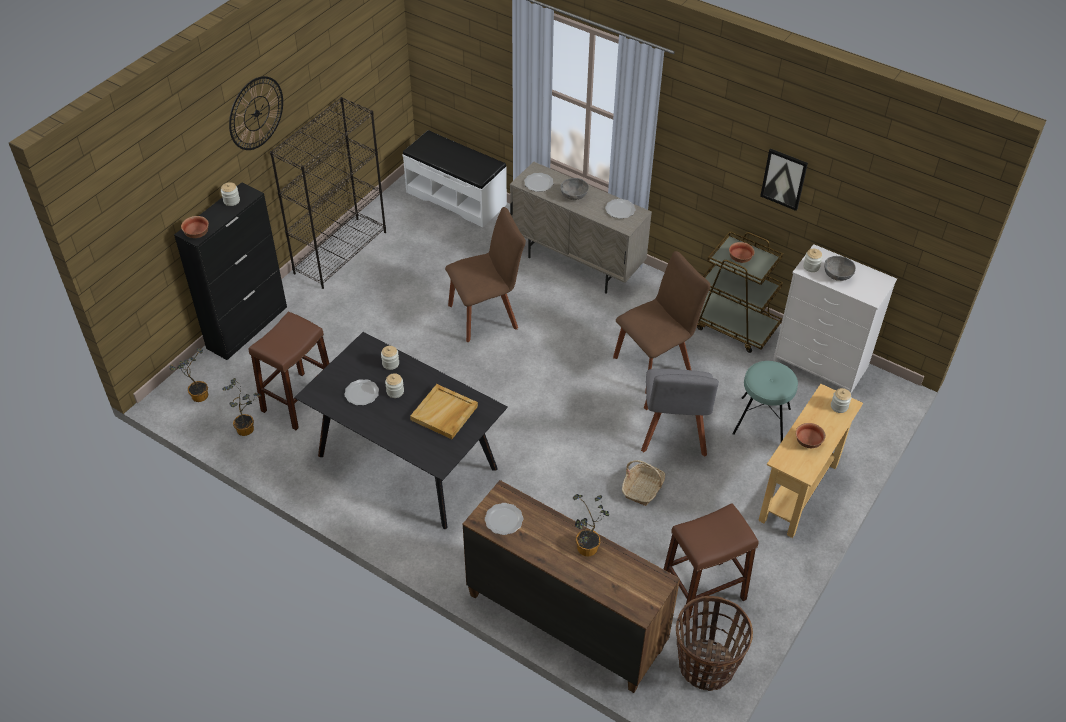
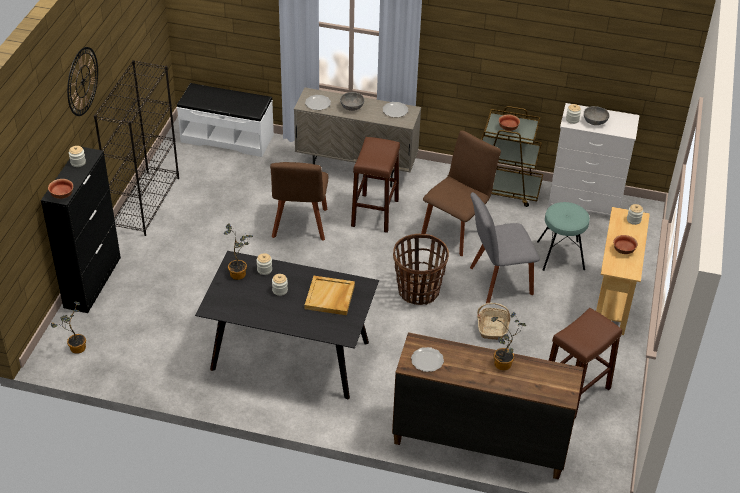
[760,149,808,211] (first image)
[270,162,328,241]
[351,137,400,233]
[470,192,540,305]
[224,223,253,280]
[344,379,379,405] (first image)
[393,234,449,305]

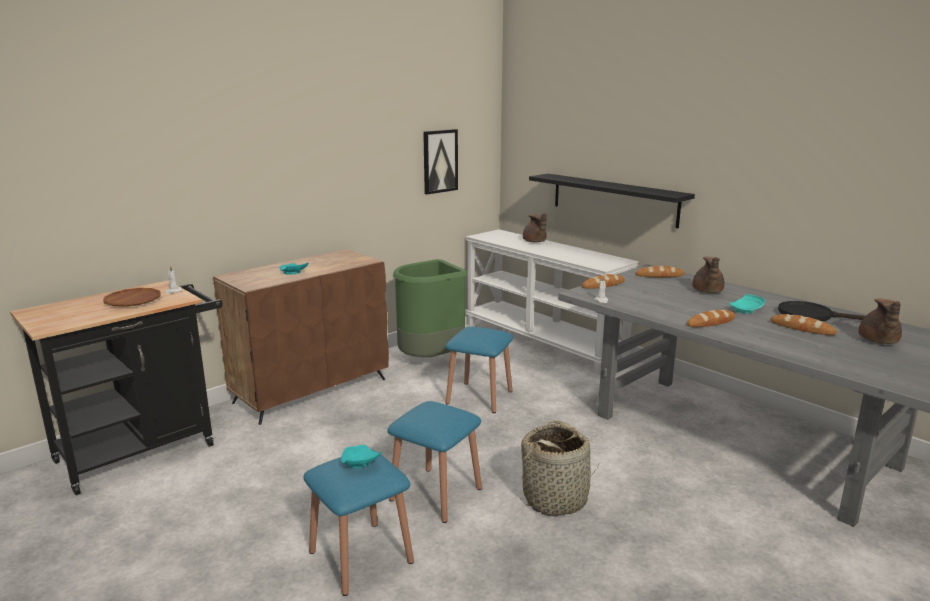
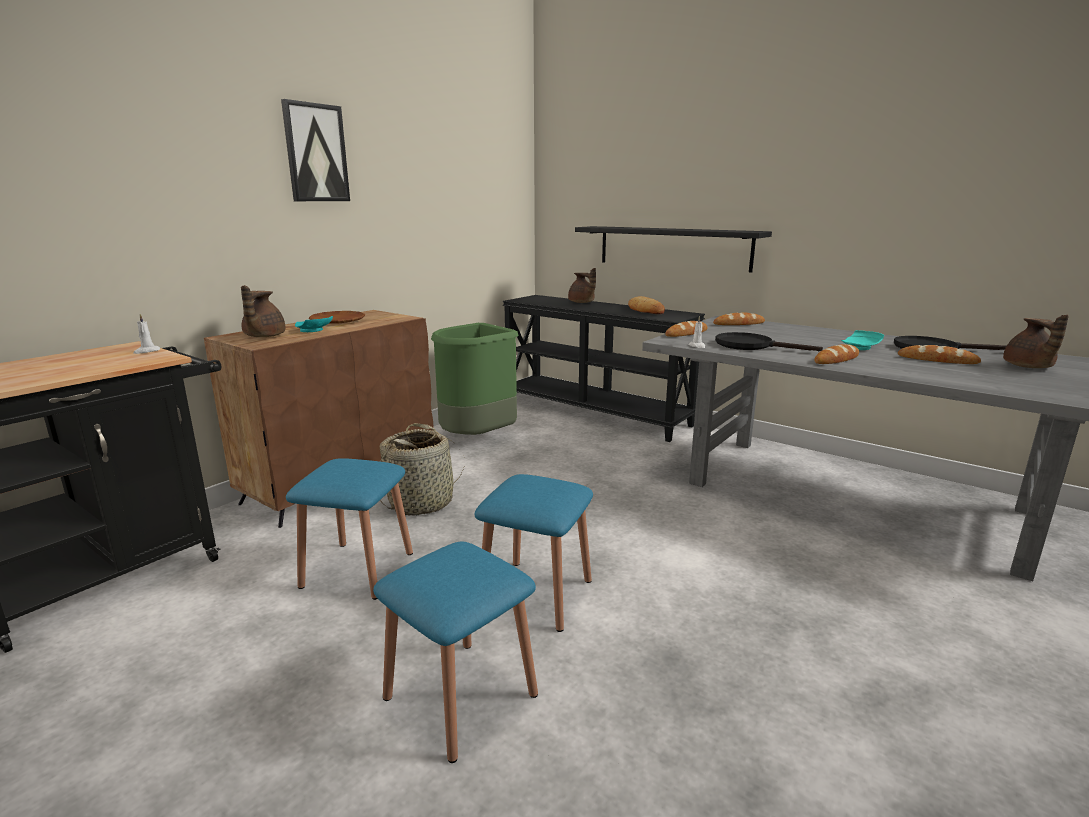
[281,99,350,201]
[503,295,705,442]
[241,285,285,337]
[309,311,365,324]
[286,458,413,600]
[380,423,465,516]
[341,445,381,468] (first image)
[628,296,665,314]
[715,332,823,351]

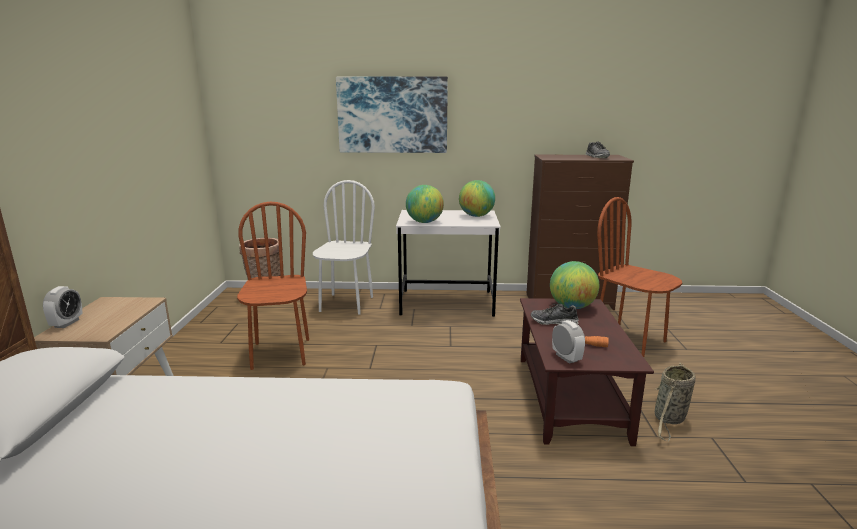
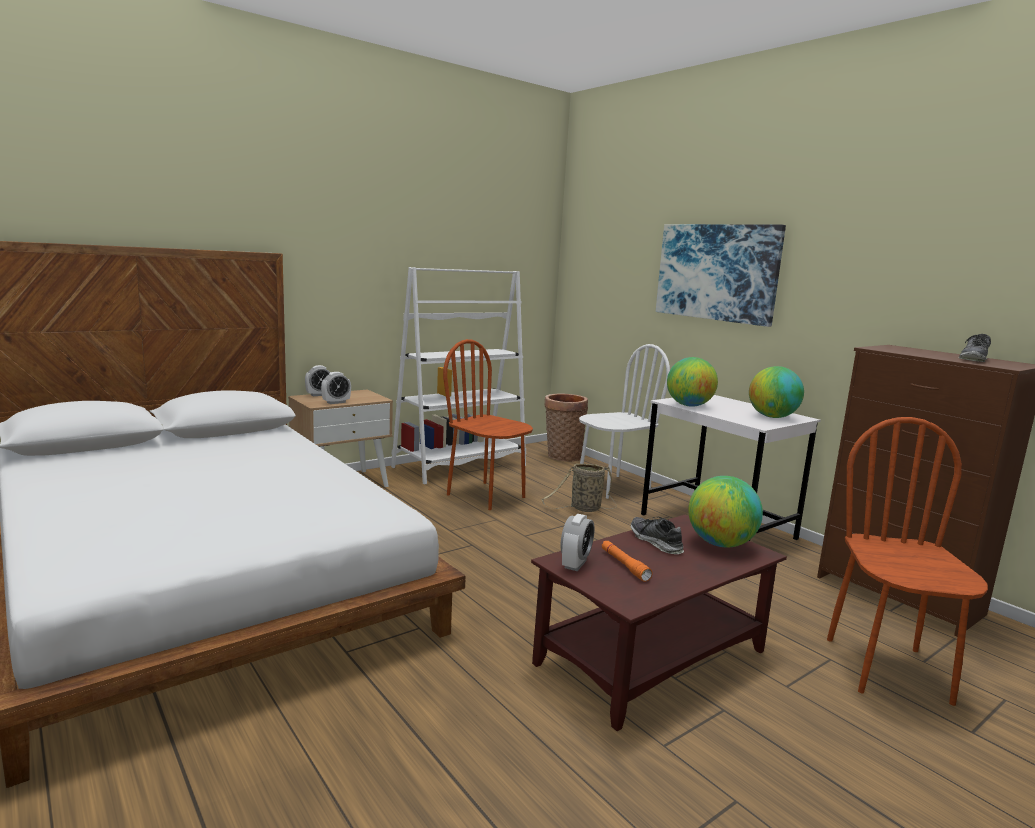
[443,339,533,510]
[542,463,617,512]
[391,267,526,484]
[321,372,351,404]

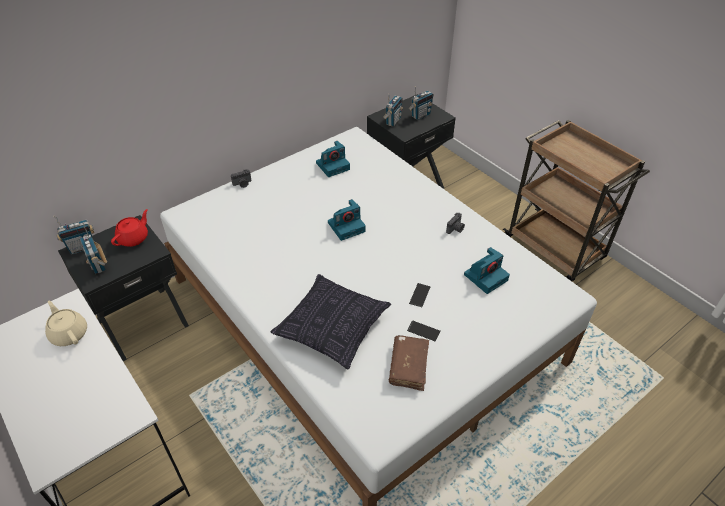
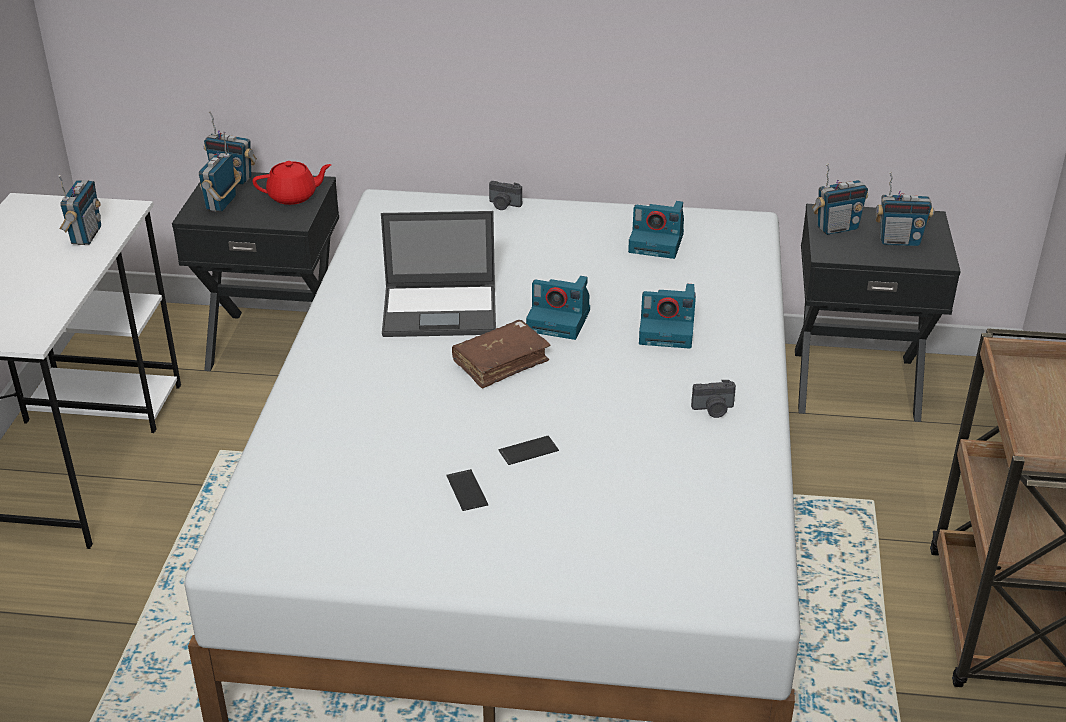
[639,284,696,349]
[271,274,391,370] (first image)
[58,175,101,245]
[452,320,551,389]
[381,211,496,337]

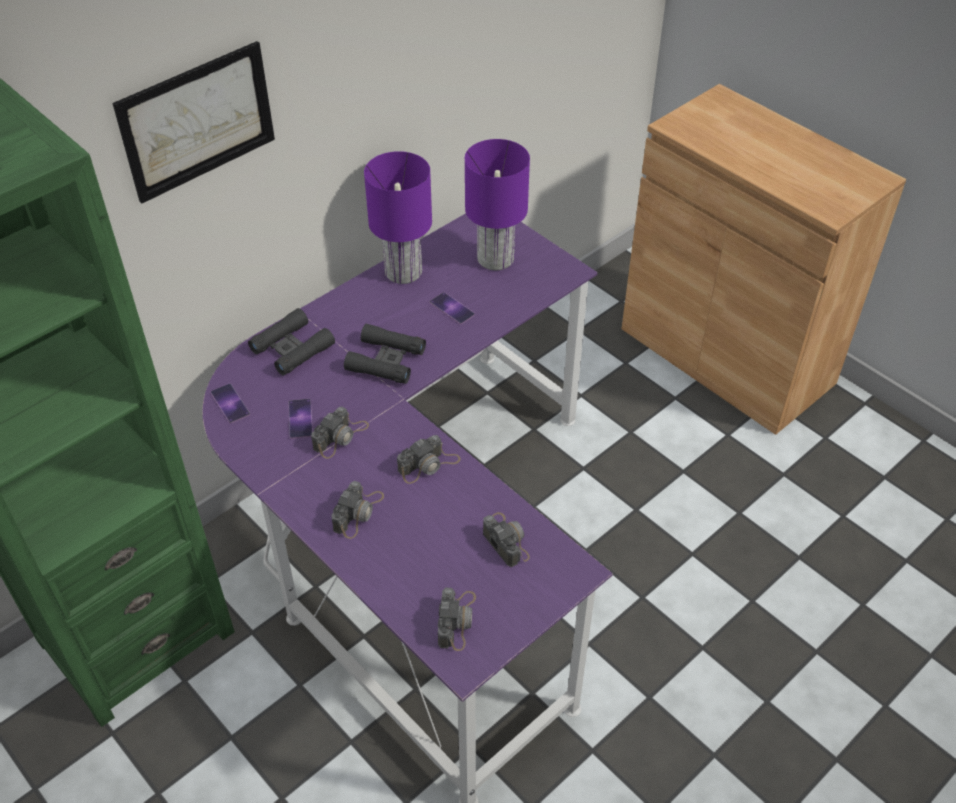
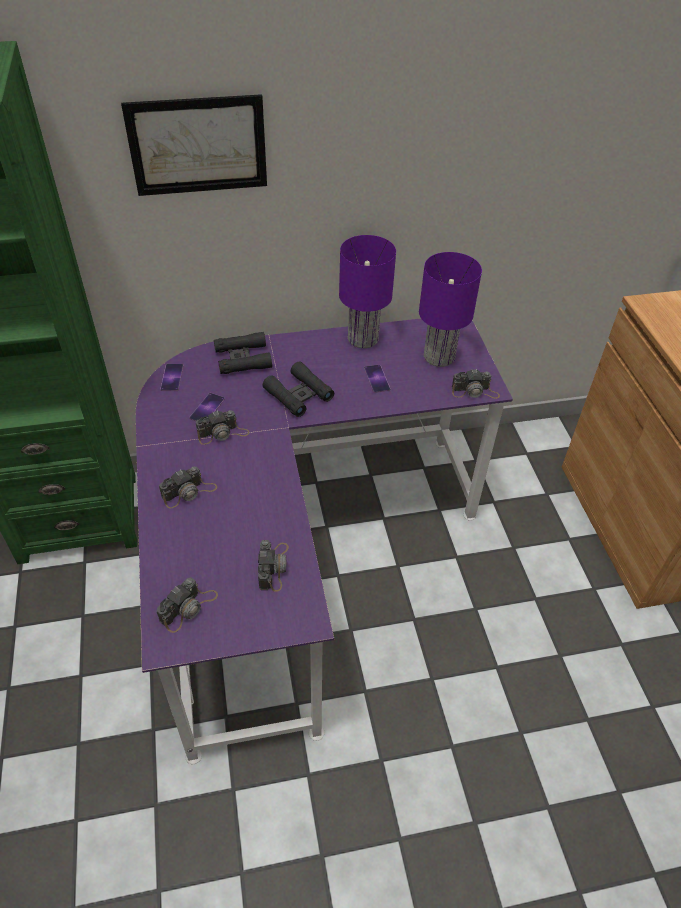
[452,369,500,399]

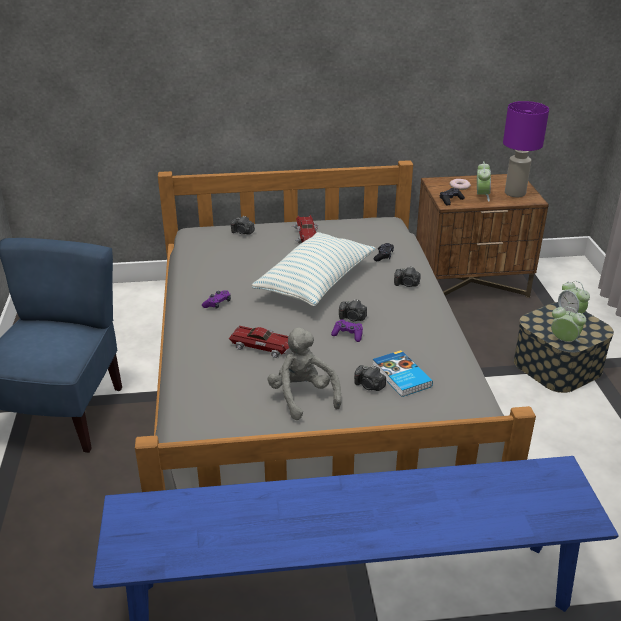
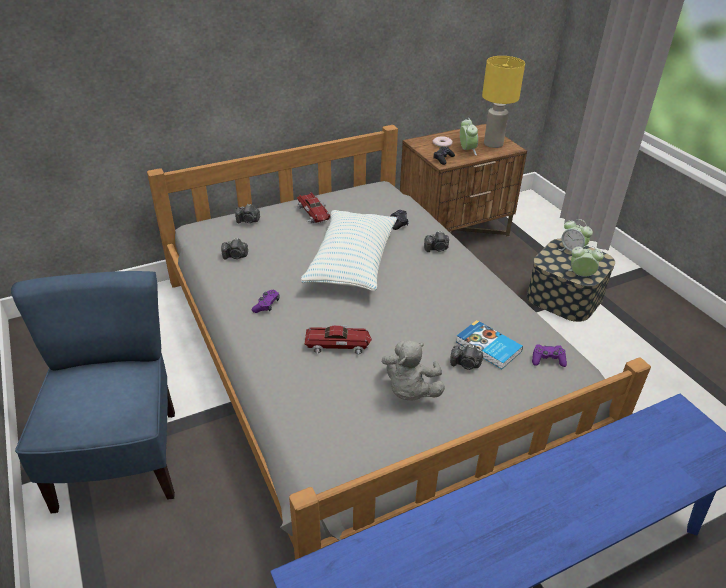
[482,56,525,148]
[221,238,248,260]
[532,344,567,367]
[382,340,445,401]

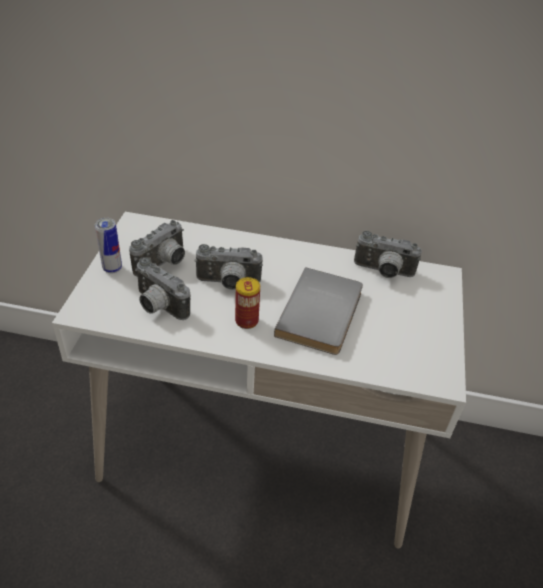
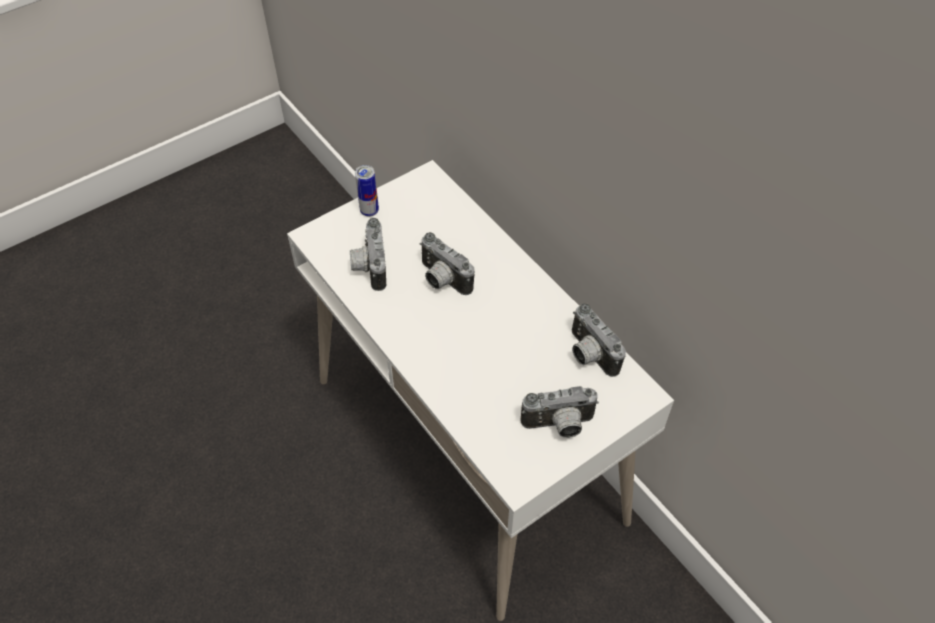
[521,386,599,438]
[274,267,363,355] (first image)
[235,277,260,329] (first image)

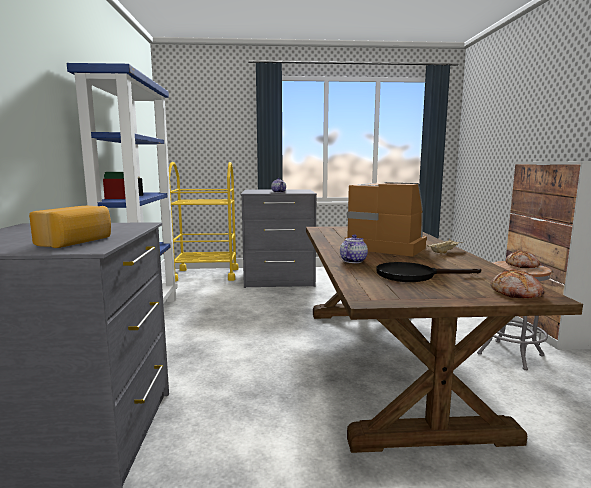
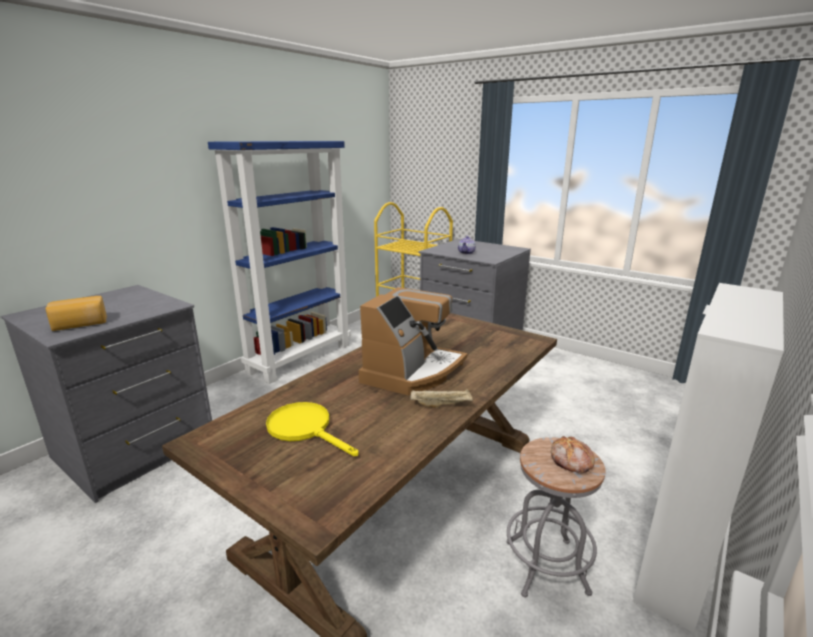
[359,287,467,395]
[340,234,368,263] (first image)
[266,402,359,456]
[491,269,544,298] (first image)

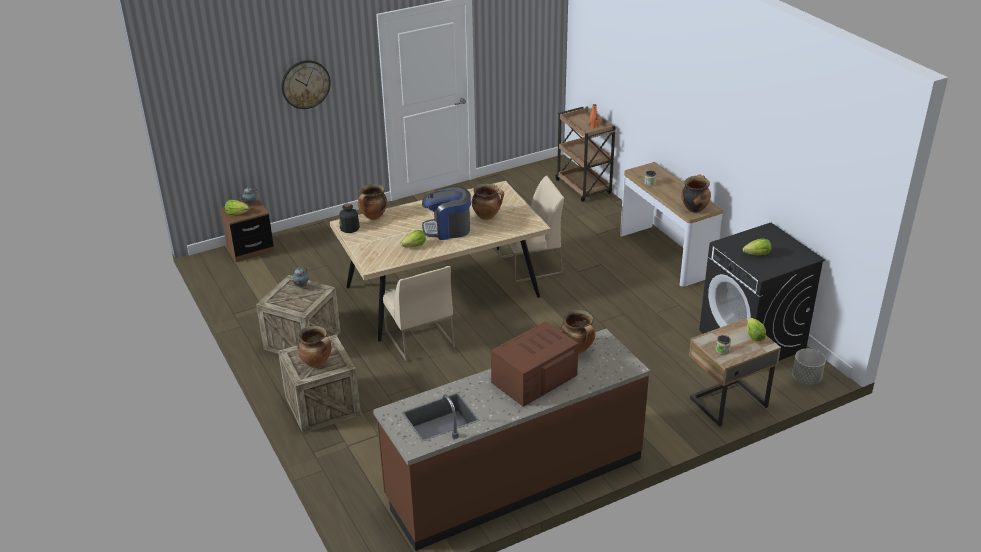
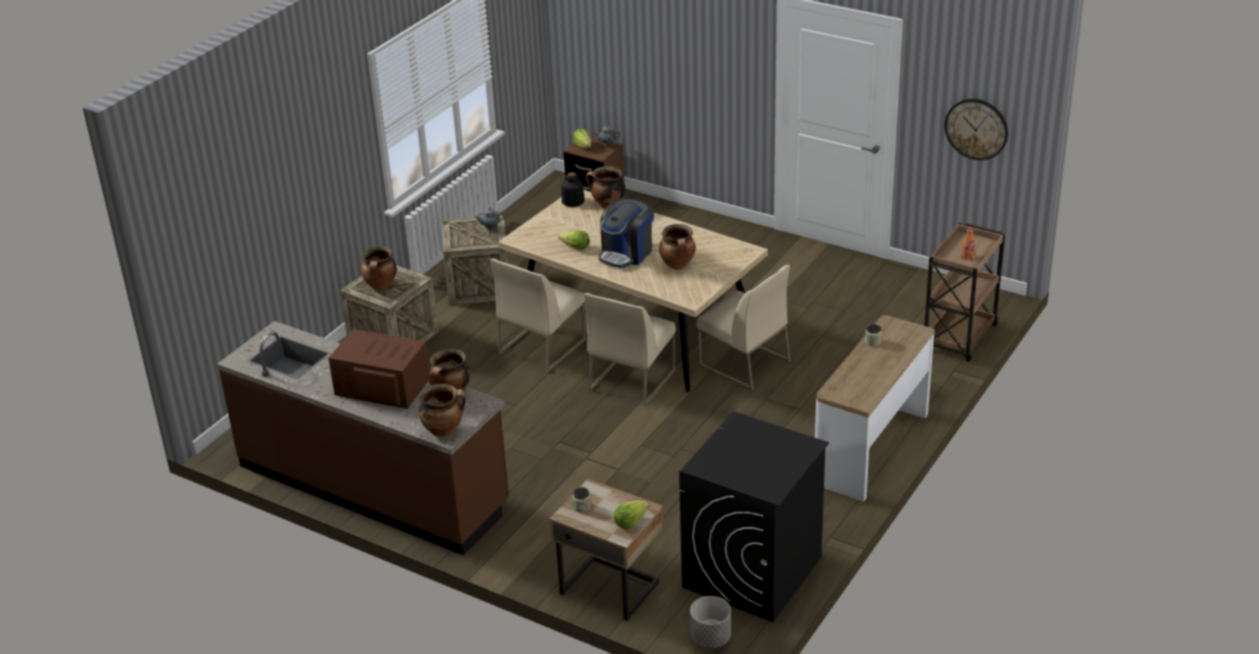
[944,99,1008,160]
[419,384,466,437]
[599,198,654,268]
[743,239,771,255] (first image)
[584,293,676,407]

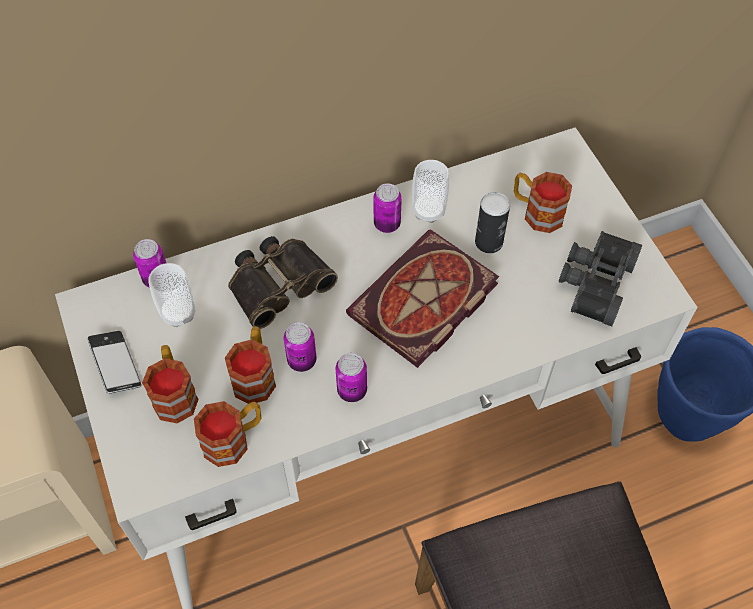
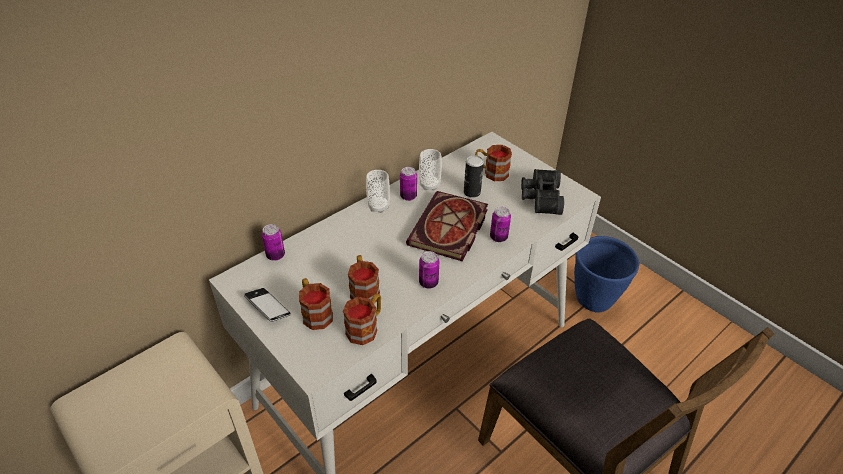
[228,236,338,329] (first image)
[366,170,390,213]
[490,207,511,242]

